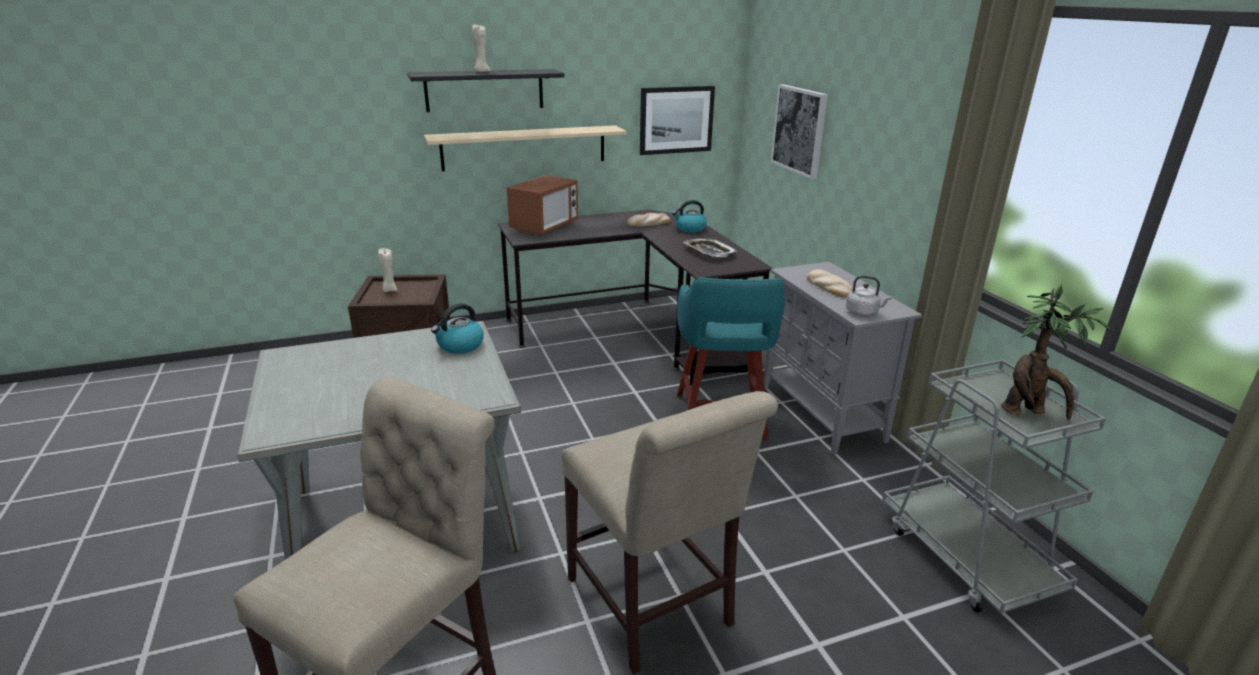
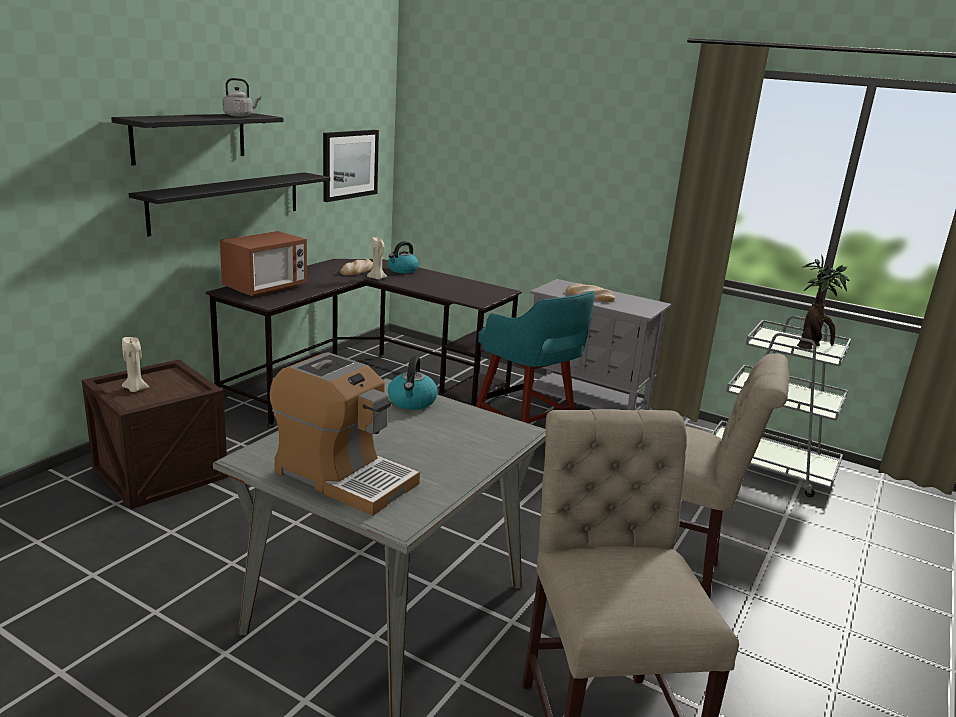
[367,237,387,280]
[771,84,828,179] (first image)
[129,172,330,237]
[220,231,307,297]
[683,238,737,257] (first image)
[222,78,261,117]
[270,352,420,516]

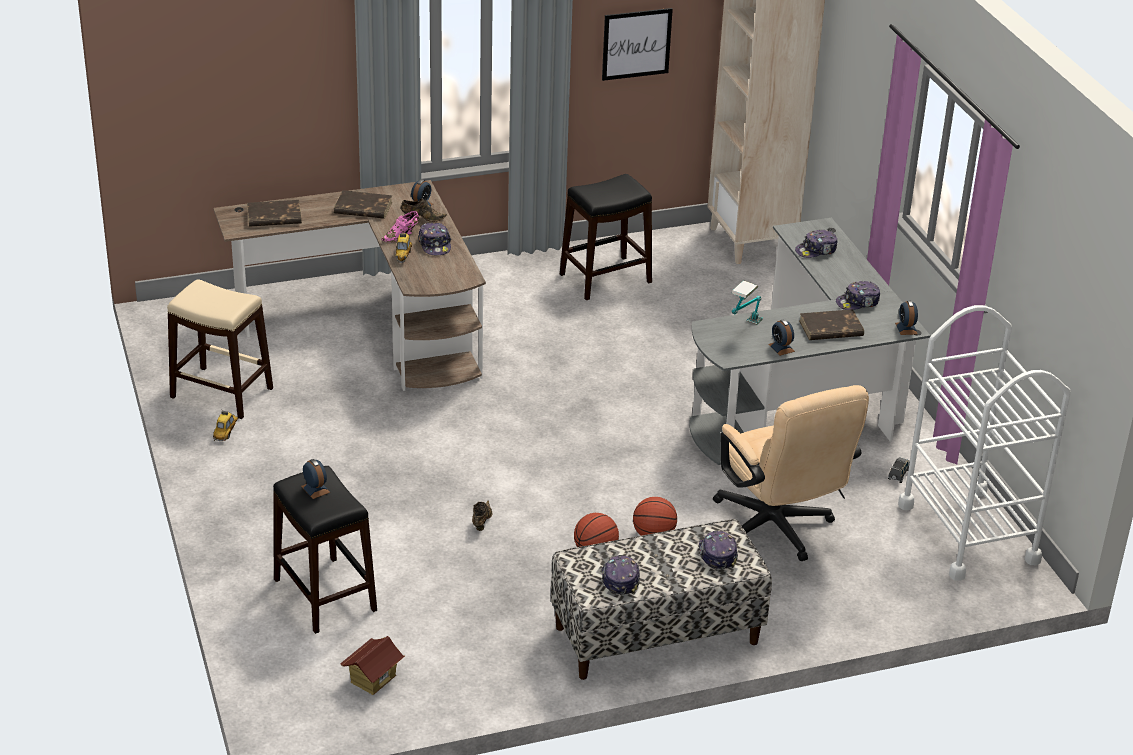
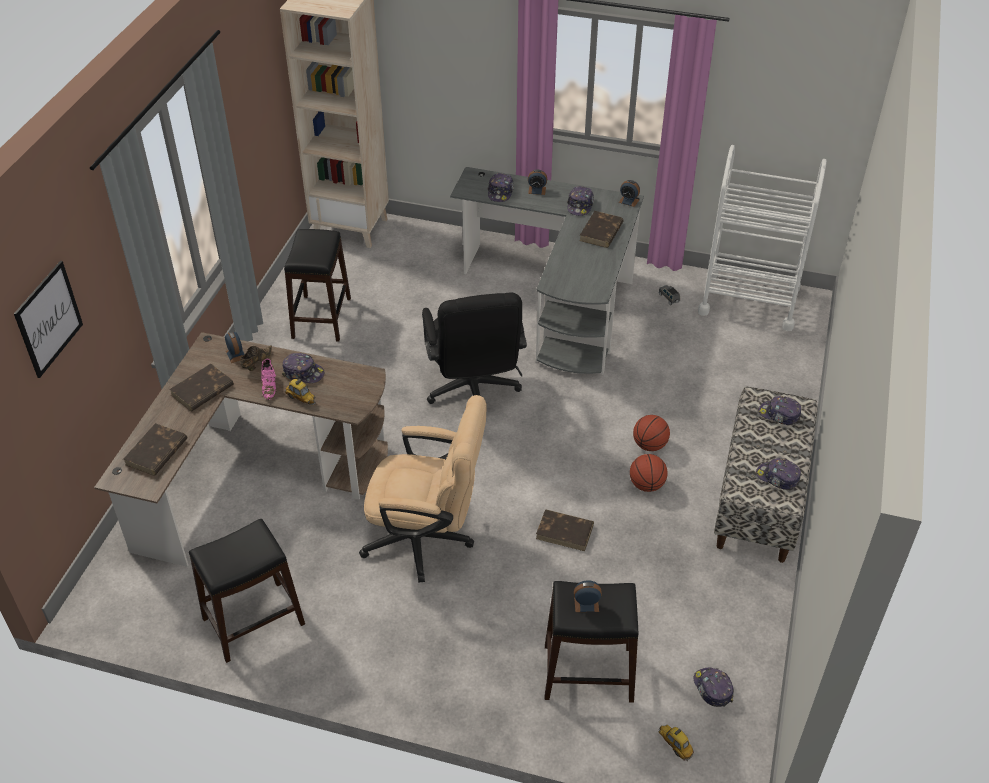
[14,261,83,378]
[189,519,305,663]
[732,280,763,325] (first image)
[528,170,547,195]
[359,395,487,582]
[658,724,694,762]
[536,509,594,551]
[693,668,734,707]
[422,292,527,404]

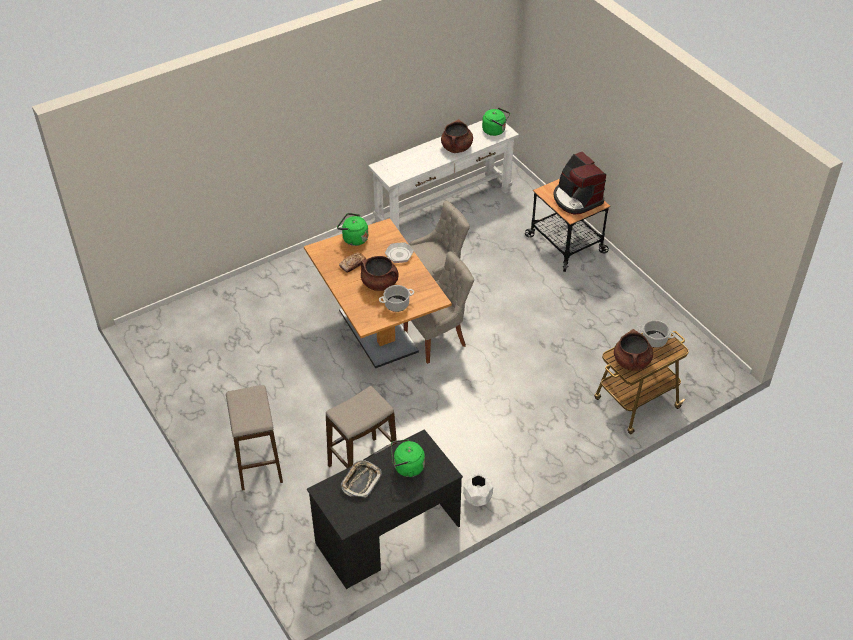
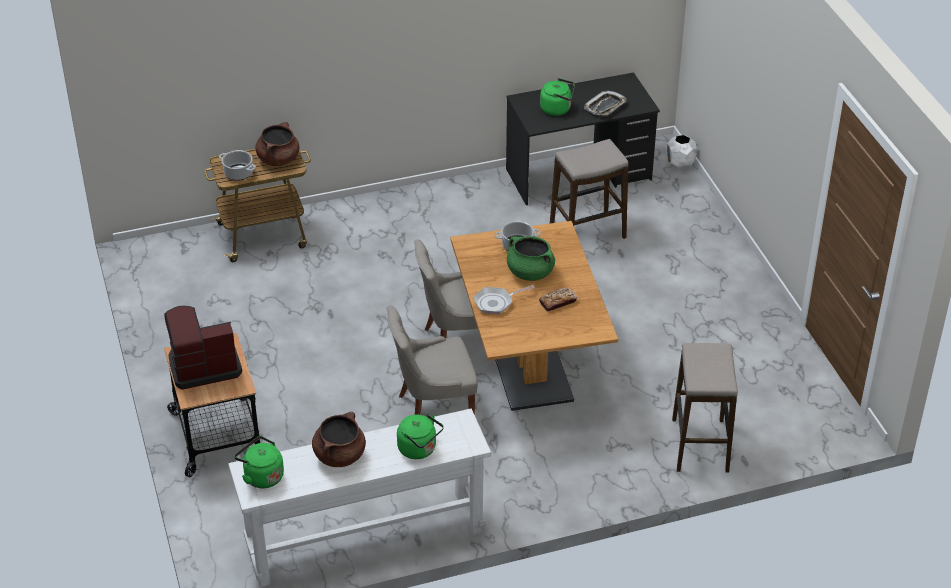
[164,306,242,390]
[397,414,444,459]
[507,236,555,281]
[672,343,738,473]
[666,135,697,168]

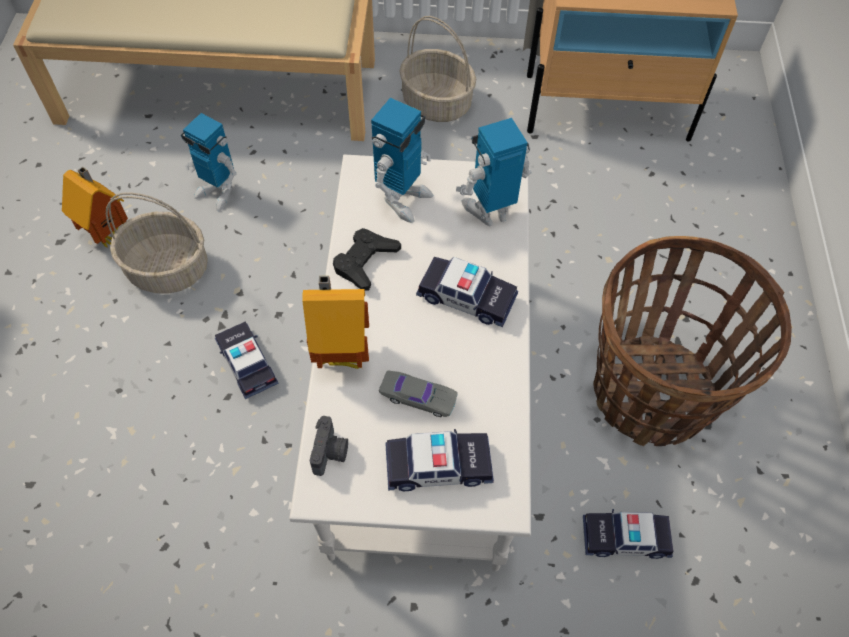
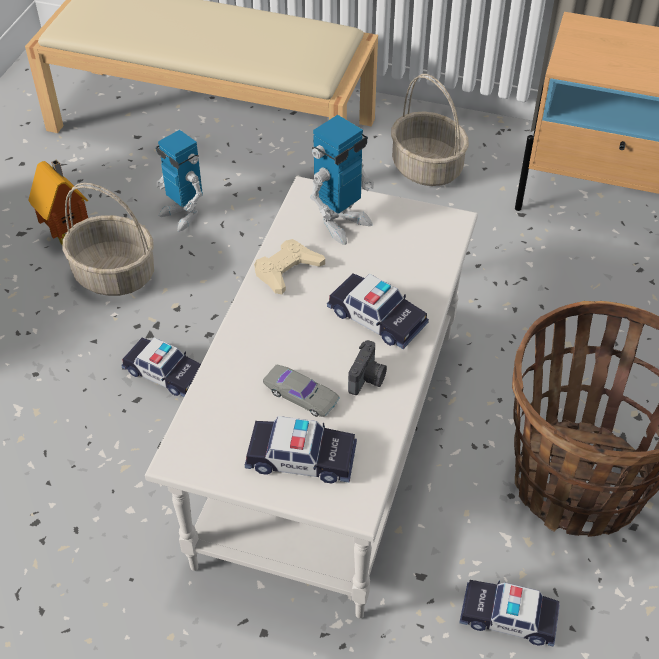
[456,118,532,226] (first image)
[254,239,325,294]
[302,276,369,369] (first image)
[121,337,201,397]
[348,340,387,395]

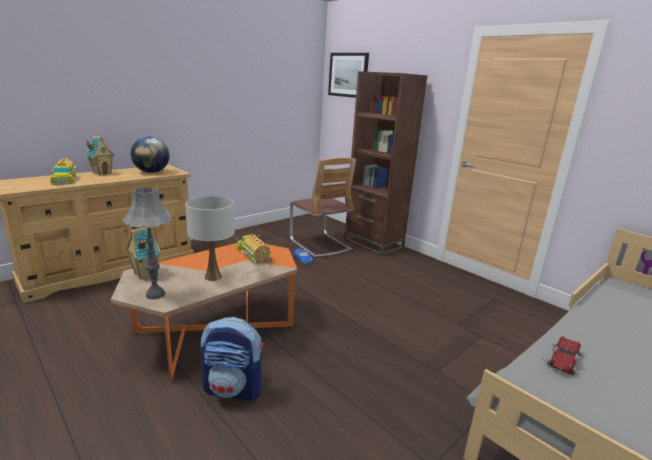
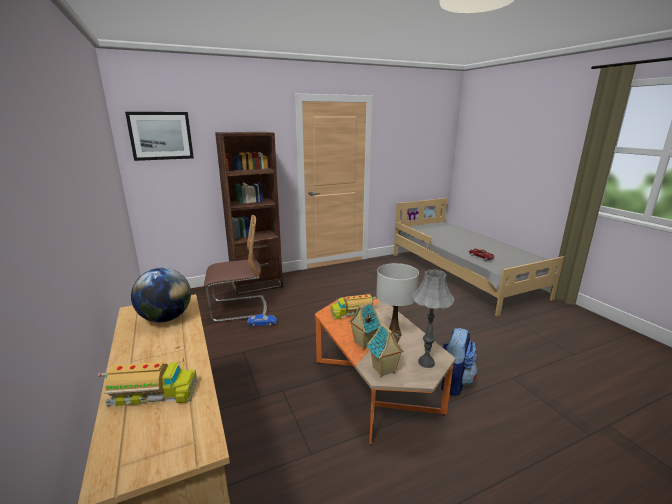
[349,301,381,349]

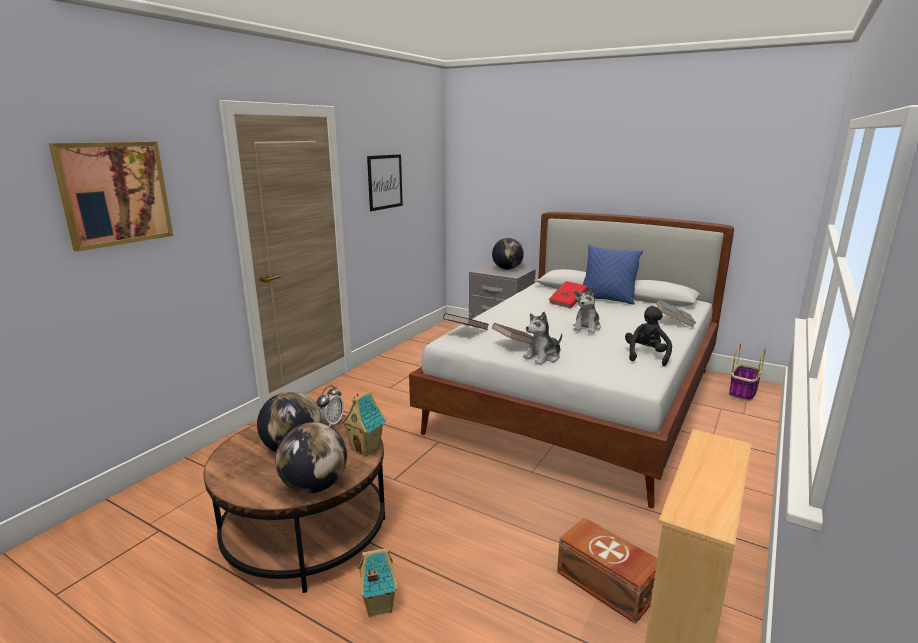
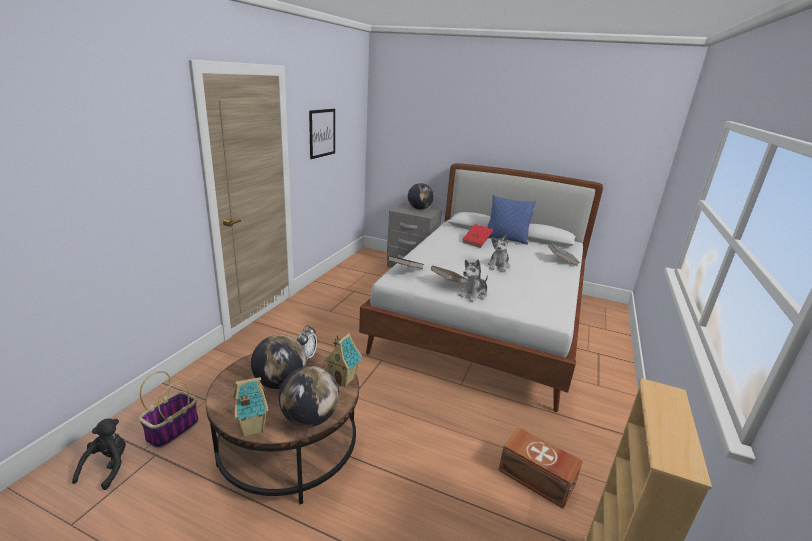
[49,142,173,252] (first image)
[72,419,126,490]
[139,371,199,448]
[233,377,268,437]

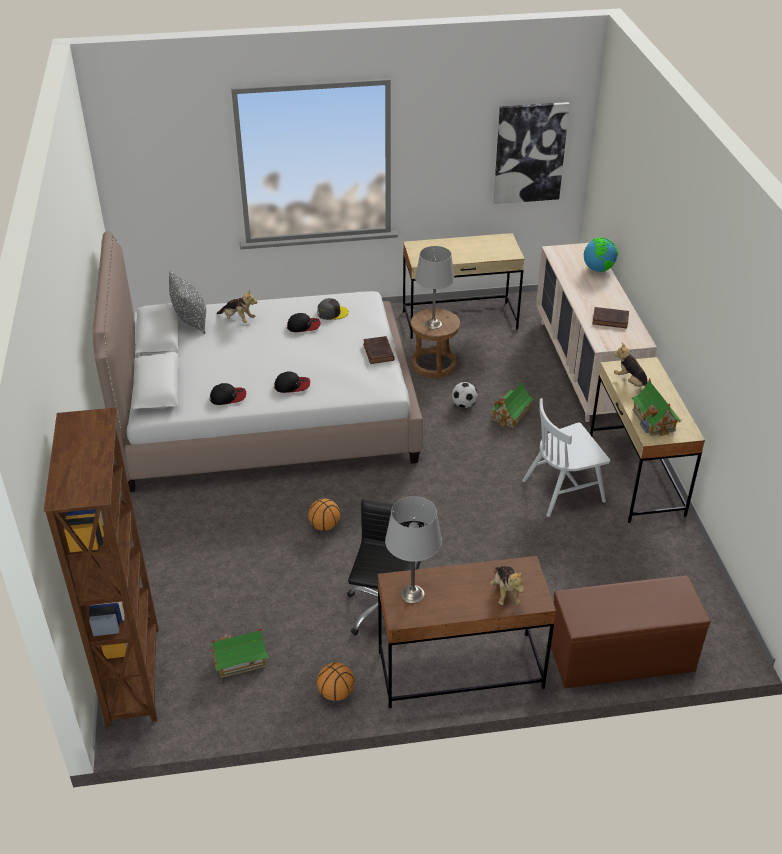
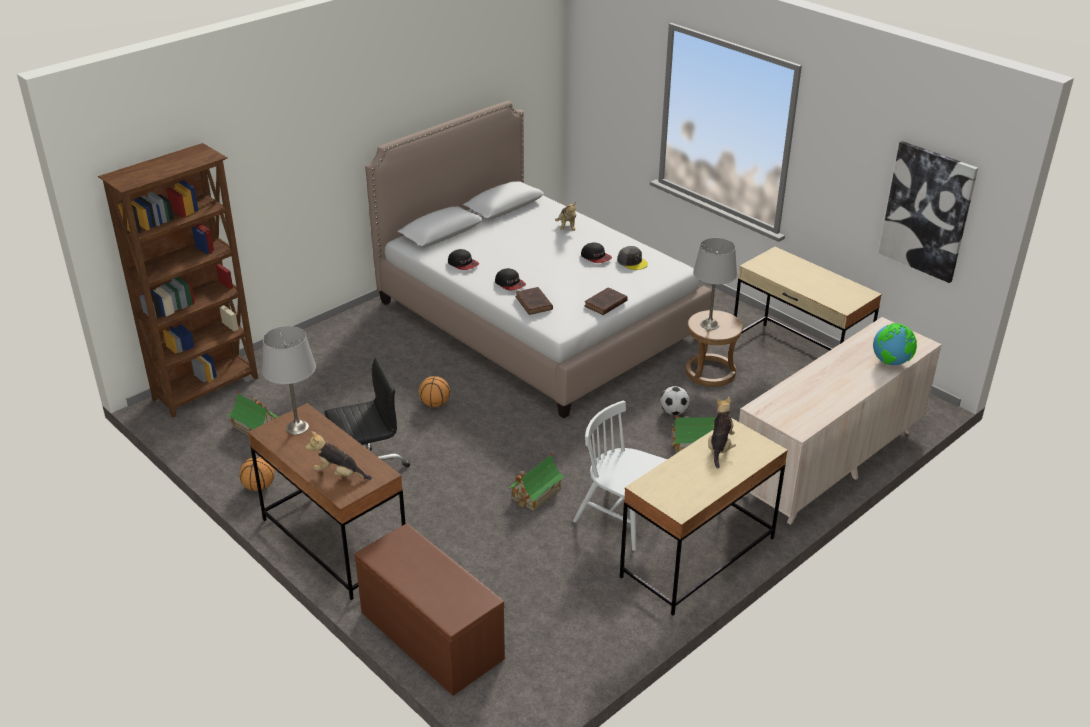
[169,271,206,334] (first image)
[515,287,553,315]
[508,453,565,511]
[305,431,372,480]

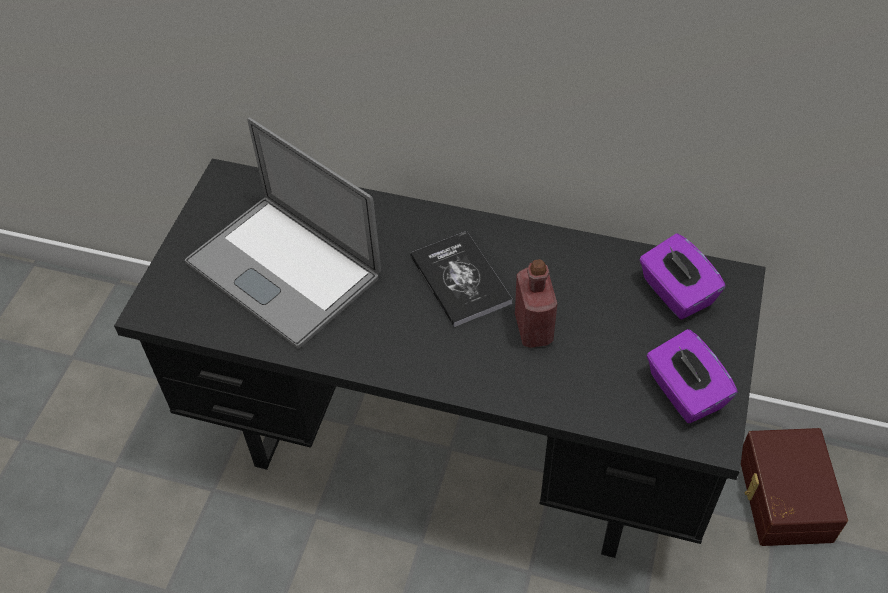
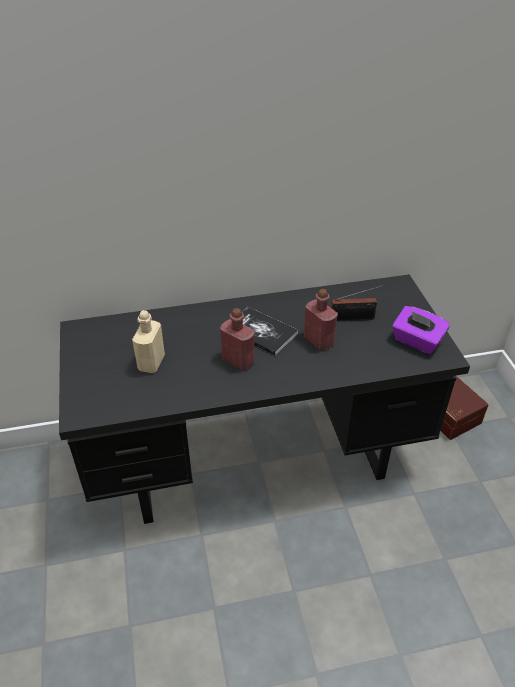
[132,310,165,373]
[639,233,726,319] (first image)
[331,285,384,321]
[220,308,255,370]

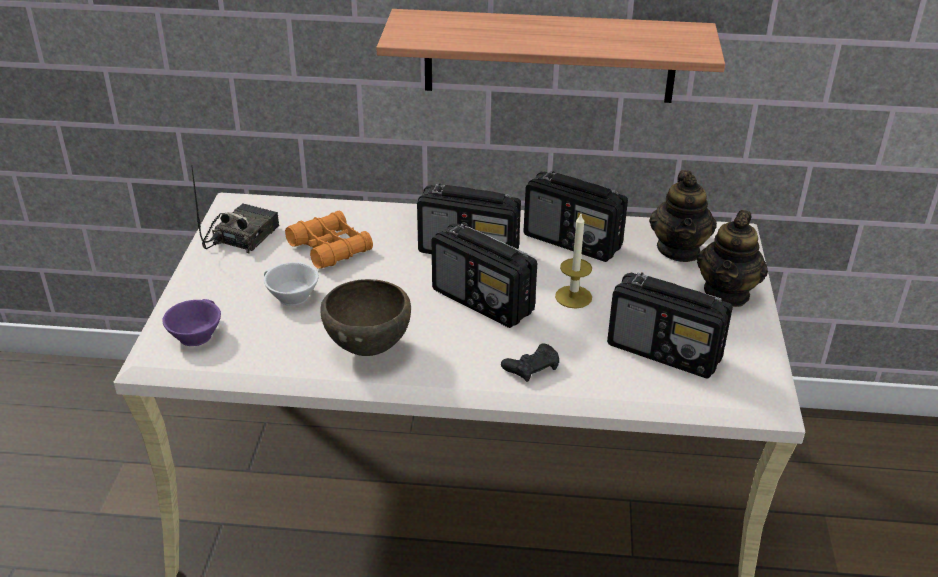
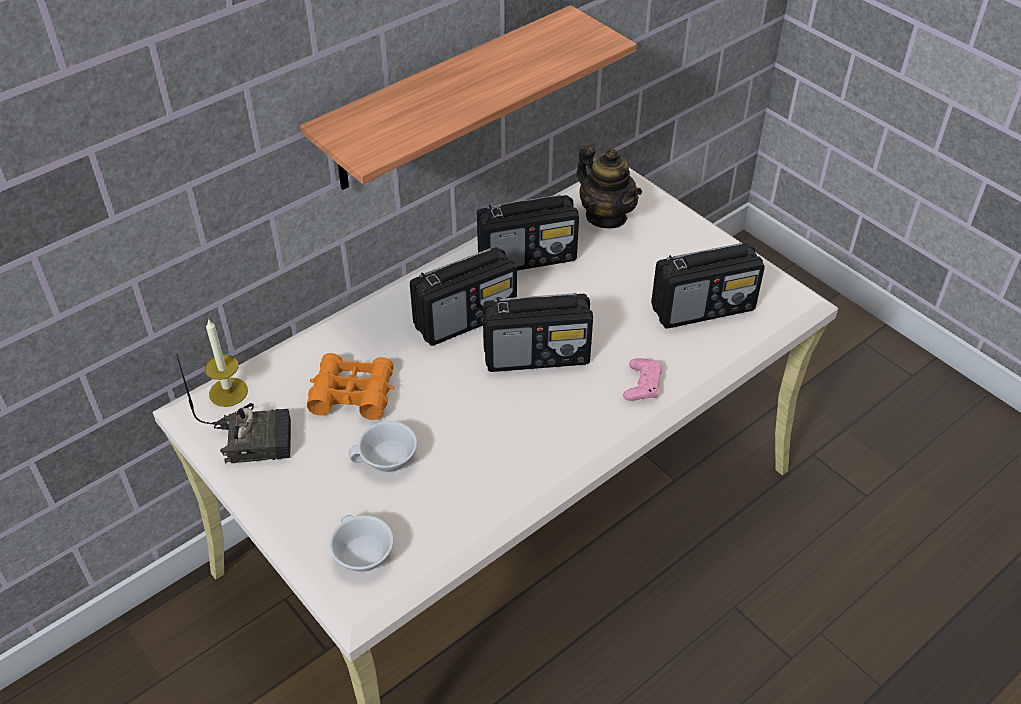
[176,354,291,464]
[697,210,768,307] (first image)
[205,319,248,407]
[320,279,411,356] (first image)
[329,515,394,572]
[623,358,663,401]

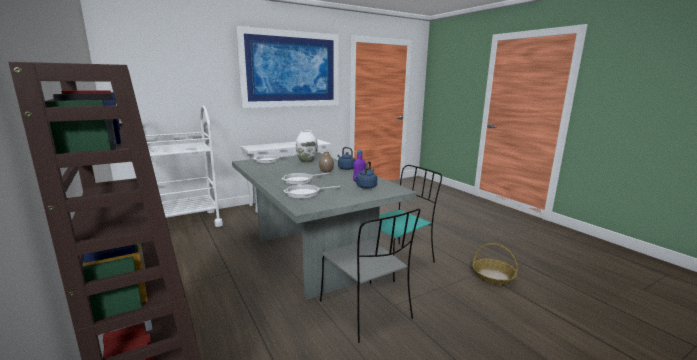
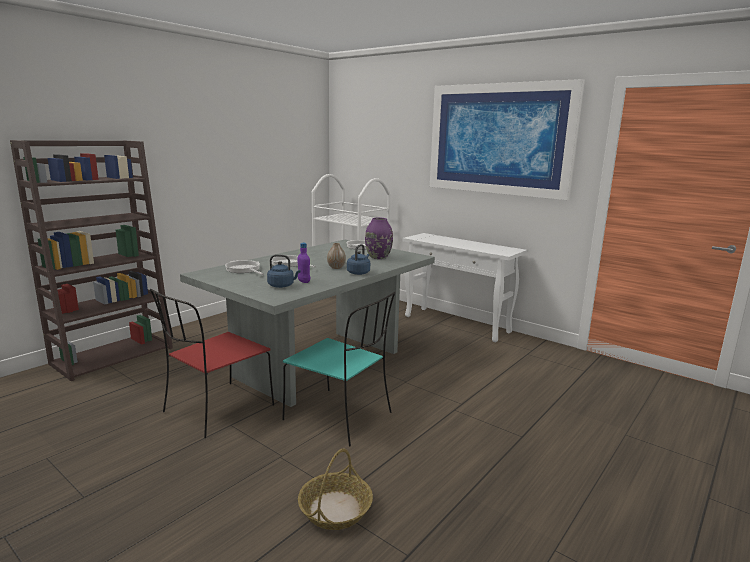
[365,217,393,259]
[150,289,274,438]

